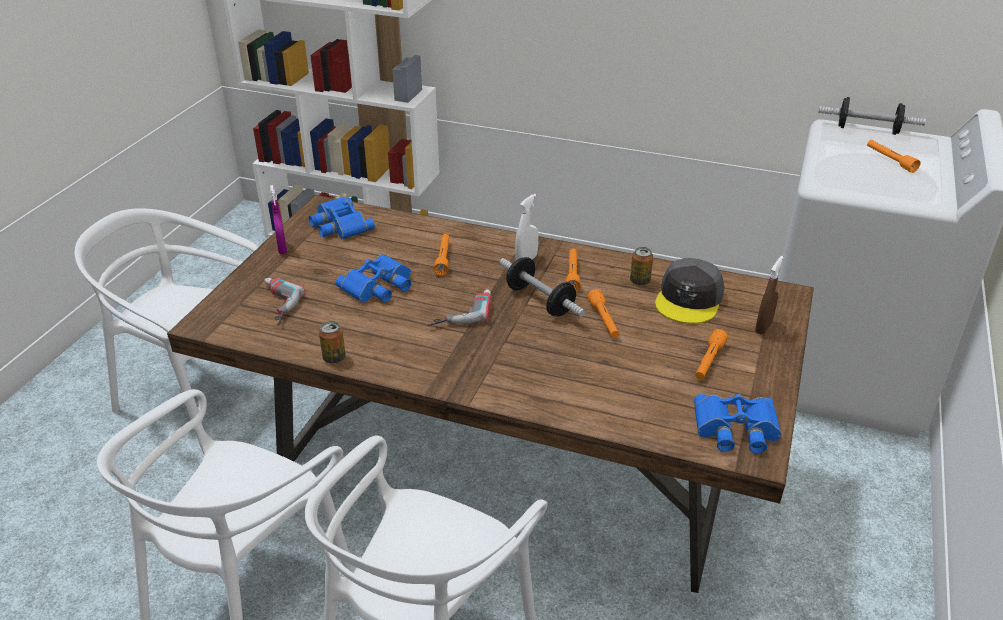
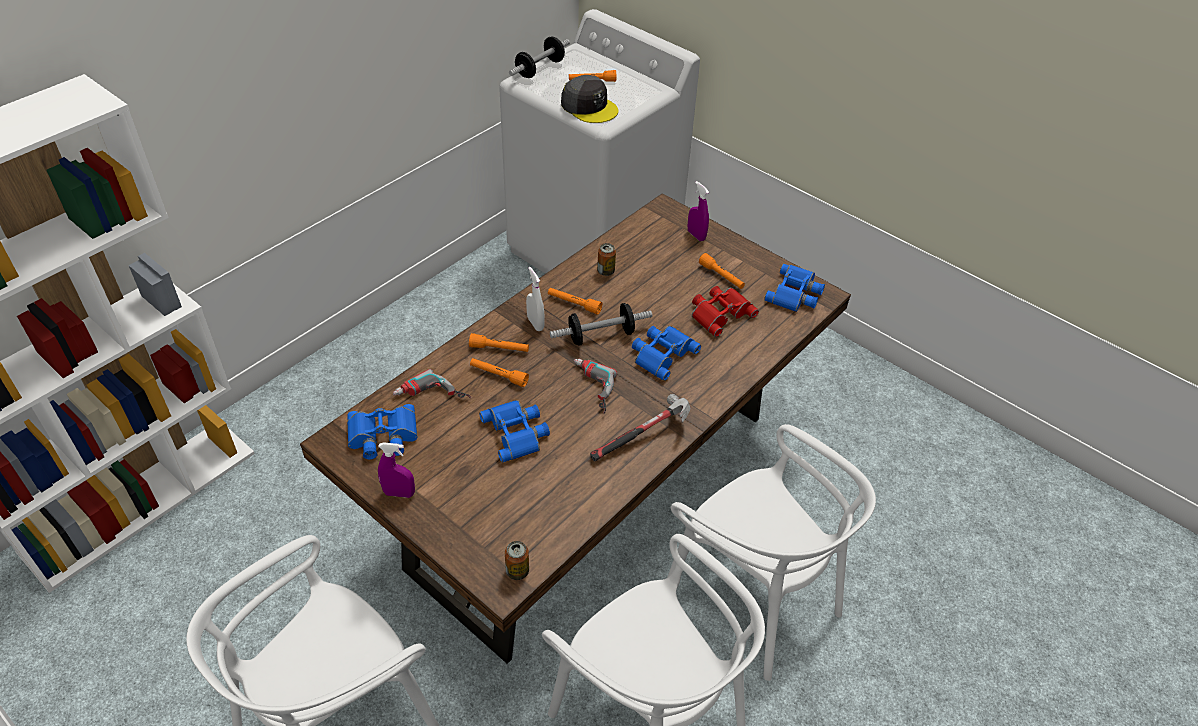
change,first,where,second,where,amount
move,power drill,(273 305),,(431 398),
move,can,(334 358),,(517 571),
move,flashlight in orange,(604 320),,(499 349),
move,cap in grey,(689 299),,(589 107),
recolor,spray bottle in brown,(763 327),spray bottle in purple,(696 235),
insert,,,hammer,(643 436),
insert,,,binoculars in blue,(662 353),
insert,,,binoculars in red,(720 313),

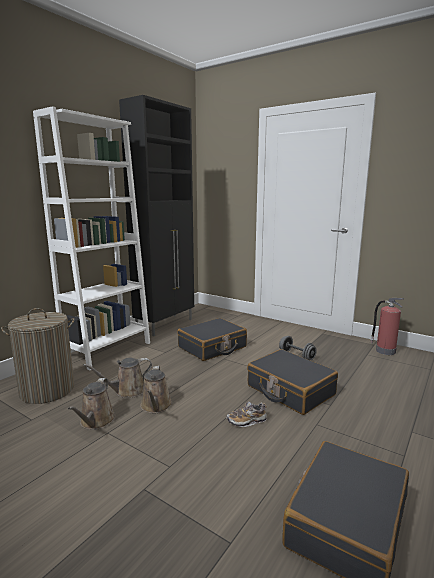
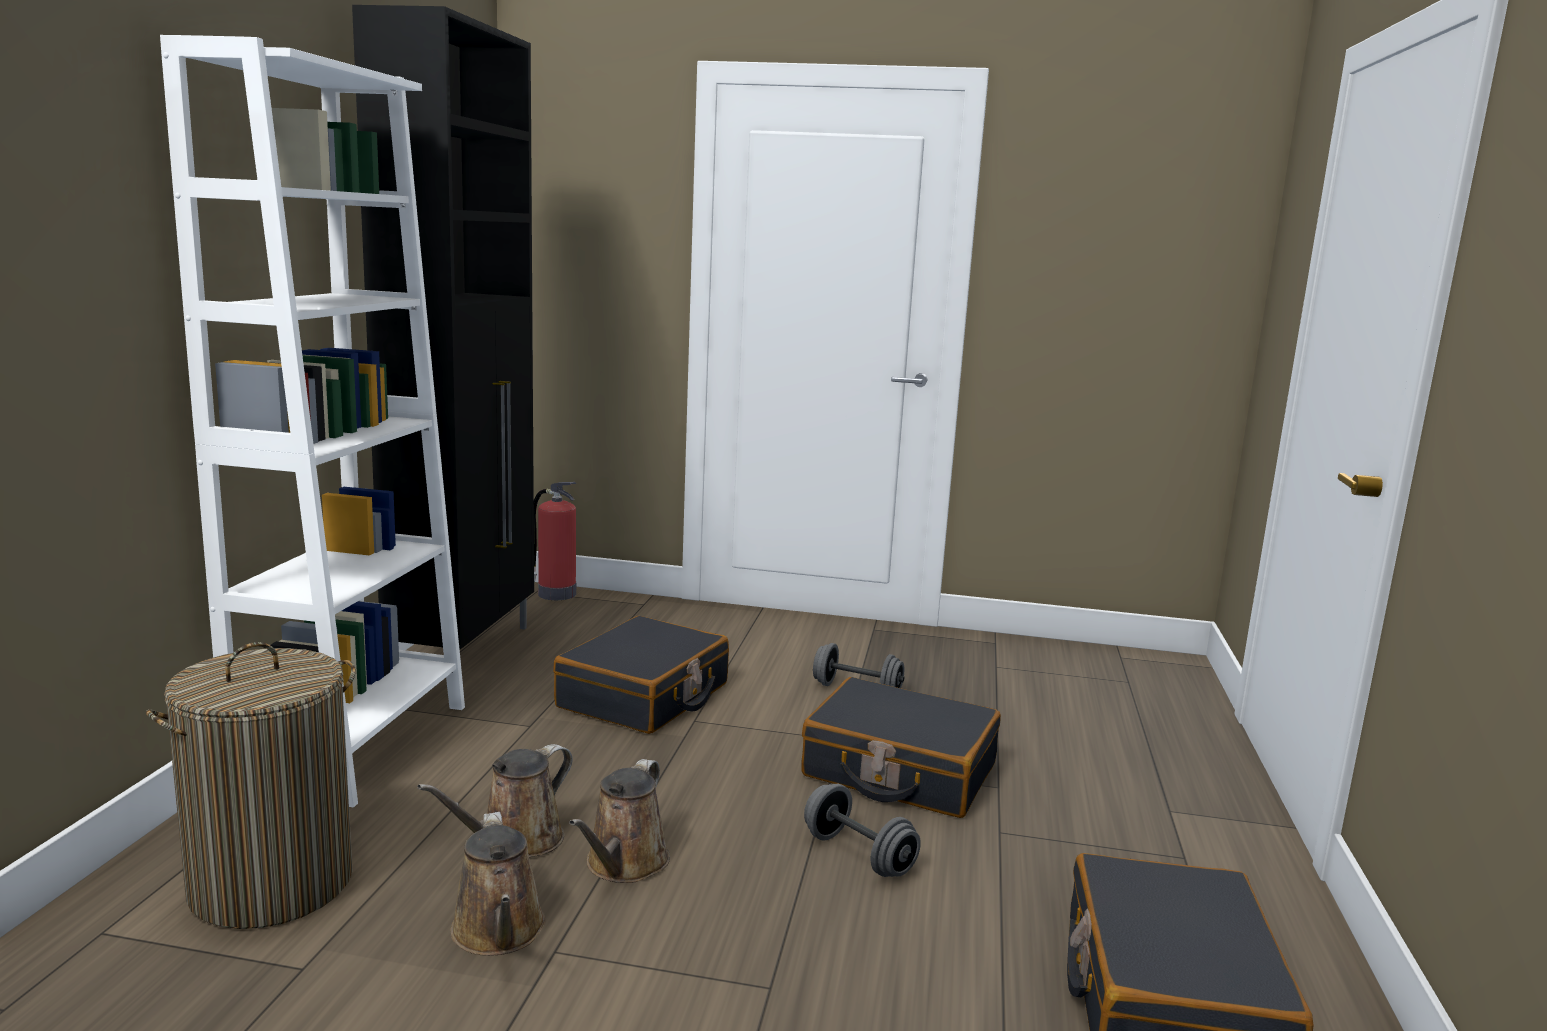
change,first,where,second,where,amount
rotate,watering can in brown,(156 406),,(623 865),45 degrees clockwise
replace,shoe,(246 421),dumbbell in grey,(858 855),
move,fire extinguisher,(384 350),,(555 593),

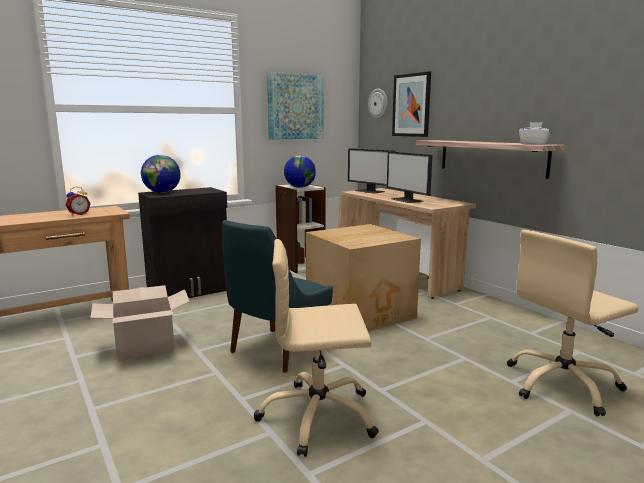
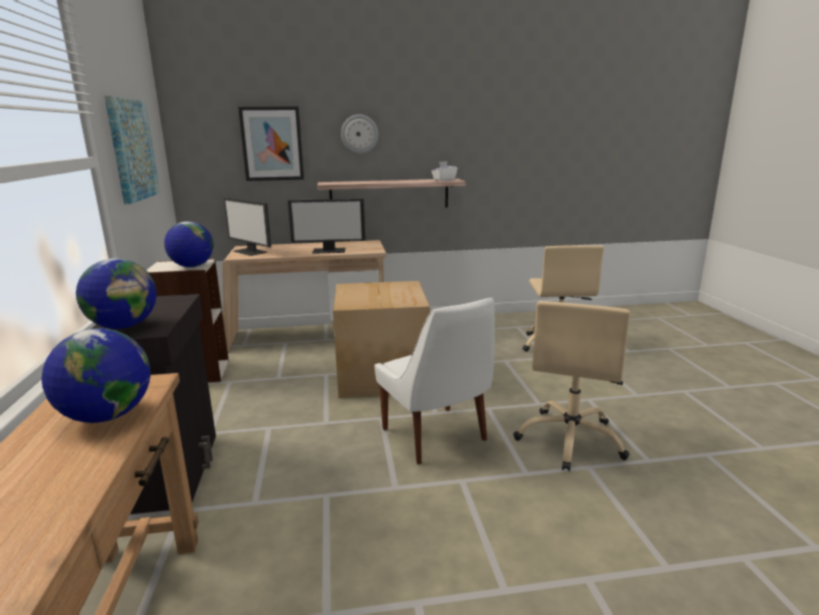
change,first,where,second,where,amount
replace,alarm clock,(78 214),globe,(107 416),
delete,cardboard box,(145 346),,,
recolor,chair in blue,(275 351),chair in white,(436 436),
rotate,monitor,(370 191),,(251 251),60 degrees clockwise
move,wall clock,(378 104),,(359 134),

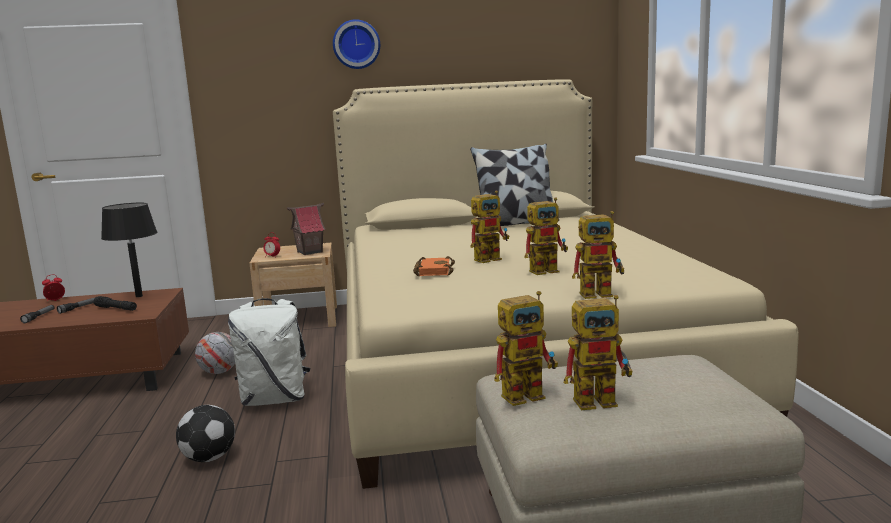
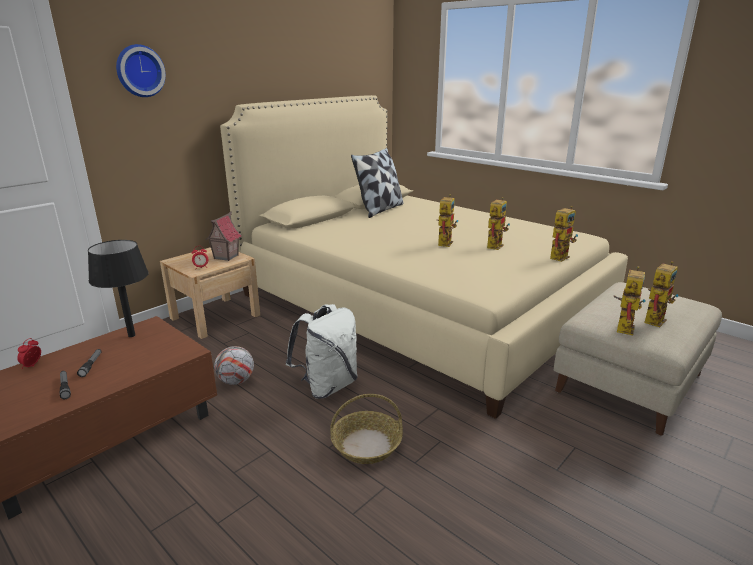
change,first,where,second,where,amount
delete,flashlight in black,(116 309),,,
replace,football,(210 458),basket,(367 445),
move,wall clock,(356 44),,(139 71),
delete,book in orange,(433 271),,,

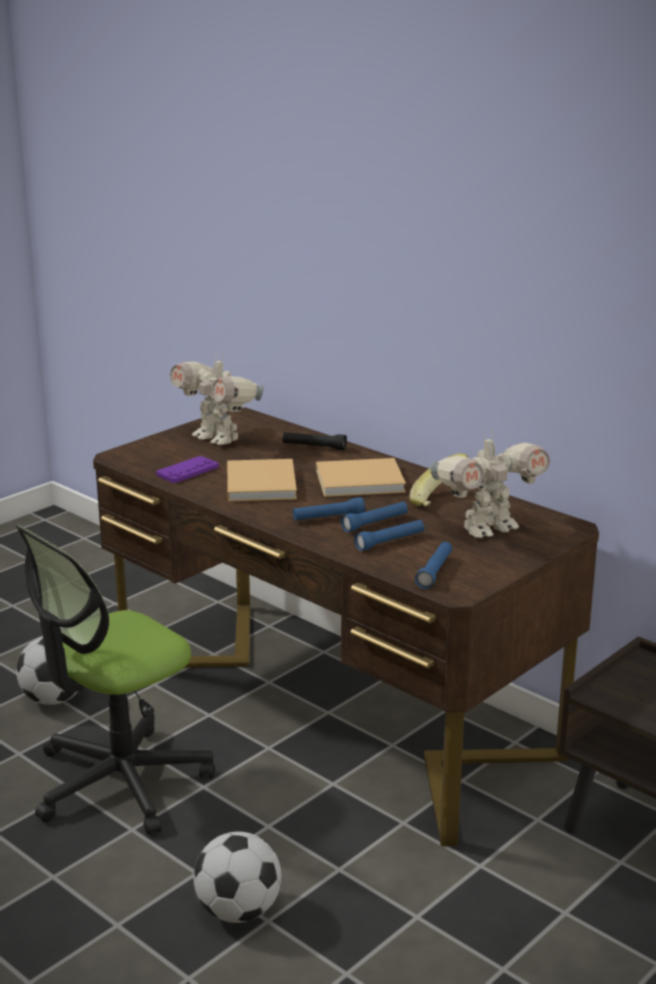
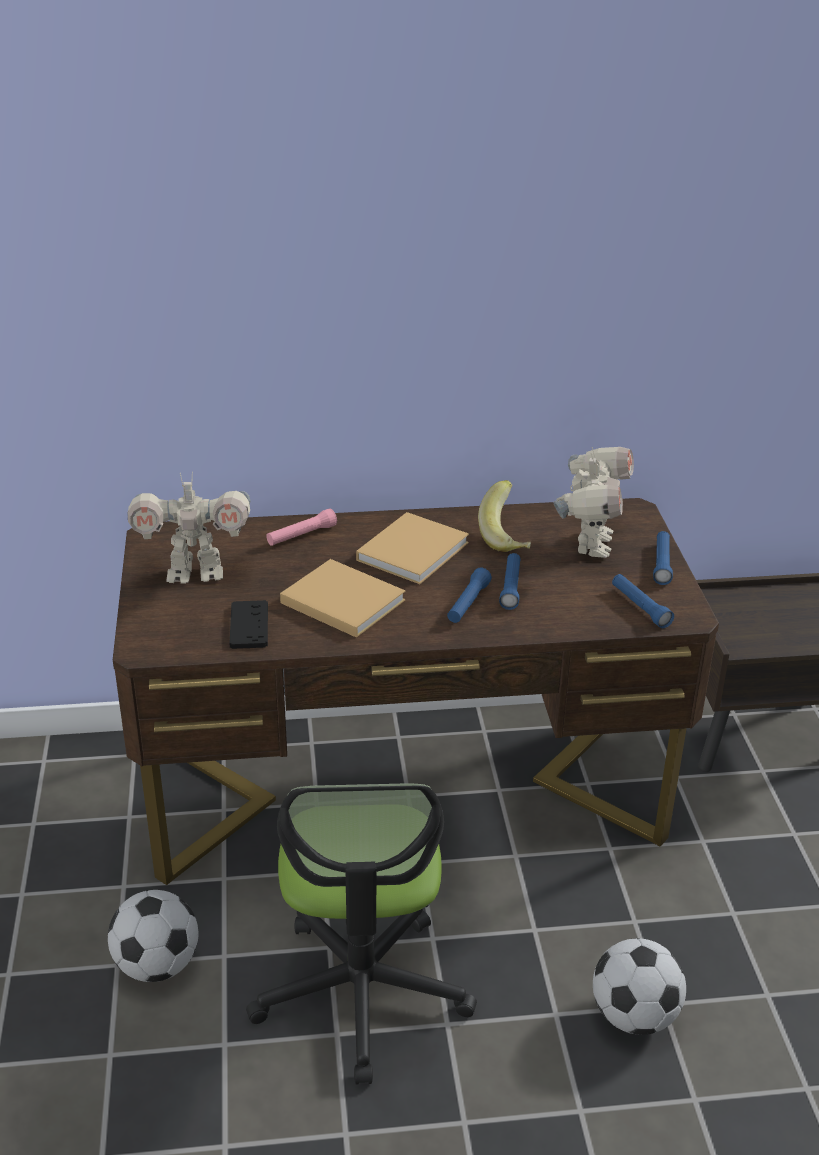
change,first,where,second,where,amount
recolor,game controller in purple,(187 471),game controller in black,(249 626),
recolor,flashlight in black,(314 447),flashlight in pink,(301 535),
move,flashlight in blue,(390 542),,(662 564),

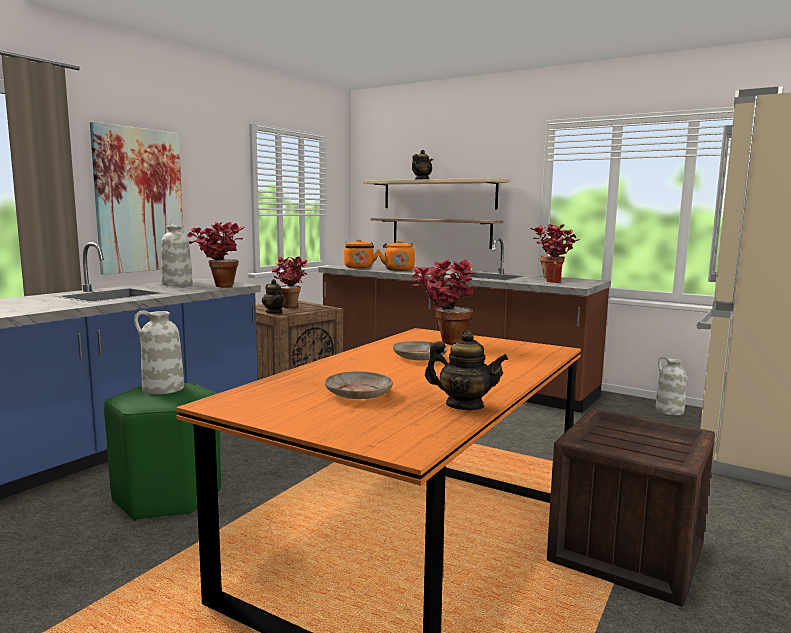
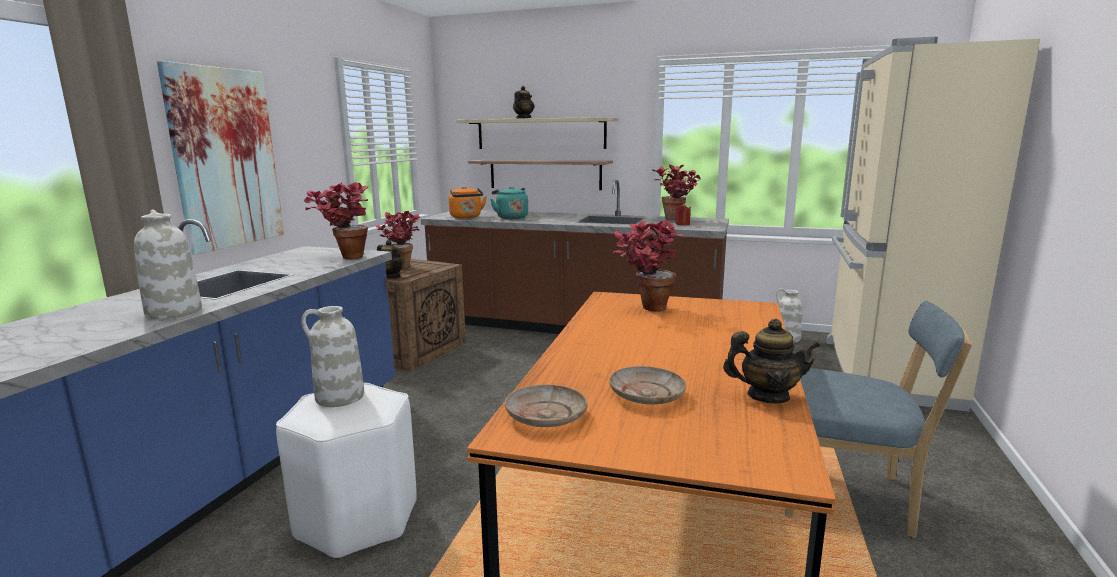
change,first,where,second,where,amount
recolor,stool in green,(168 496),stool in white,(357 518),
move,vase in white,(176 284),,(173 312),
recolor,kettle in orange,(398 270),kettle in turquoise,(511 217),
move,plate in beige,(419 357),,(545 416),
replace,crate,(626 553),chair in blue,(850 498),

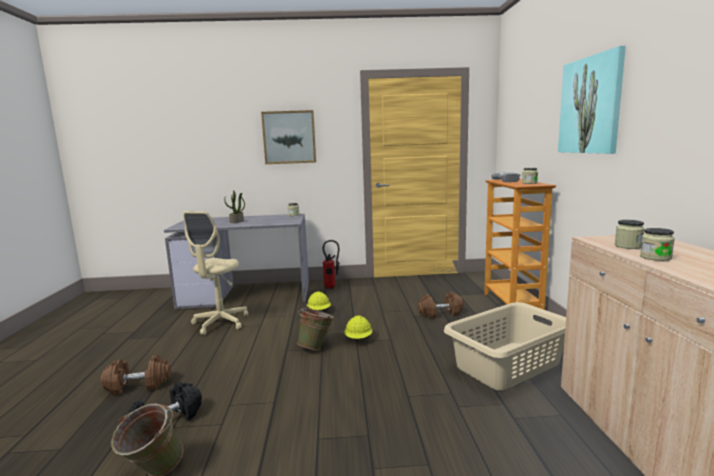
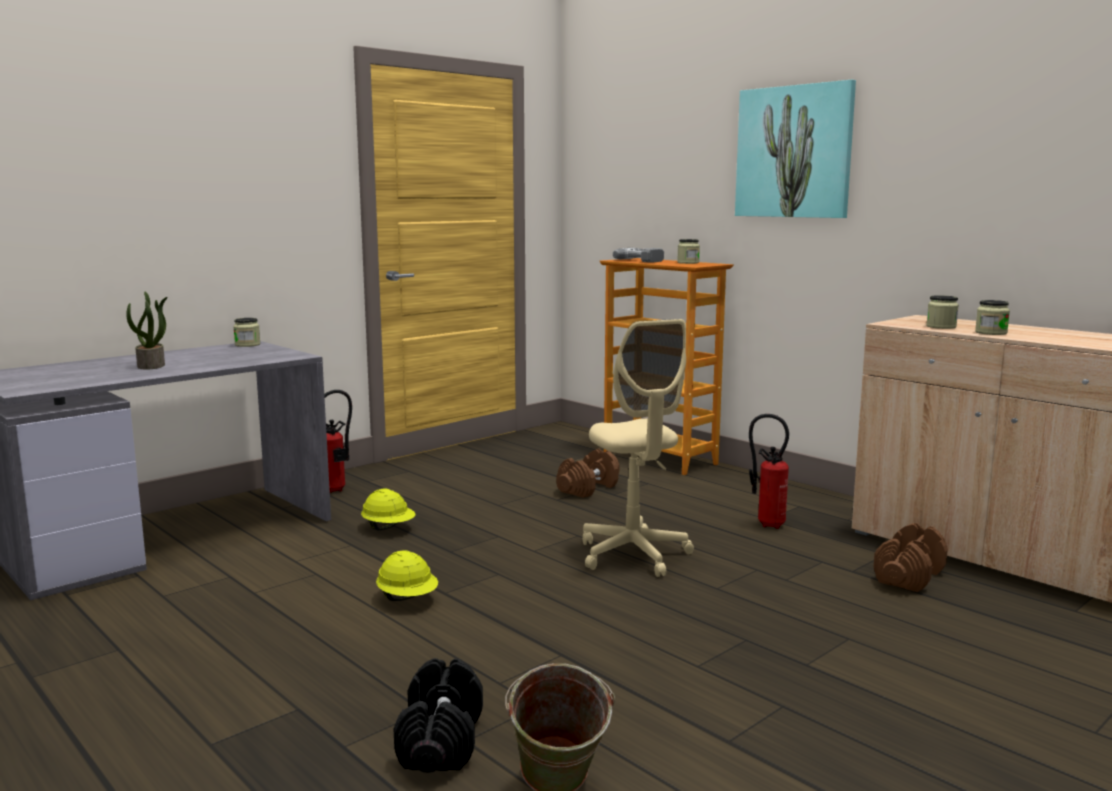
change,first,where,second,where,amount
move,dumbbell in brown,(138 385),,(908 576),
move,office chair in beige,(220 323),,(633 555),
delete,picture,(289 137),,,
delete,bucket in green,(317 347),,,
move,hard hat in yellow,(358 339),,(408 599),
replace,laundry basket in beige,(509 365),fire extinguisher,(766 524),

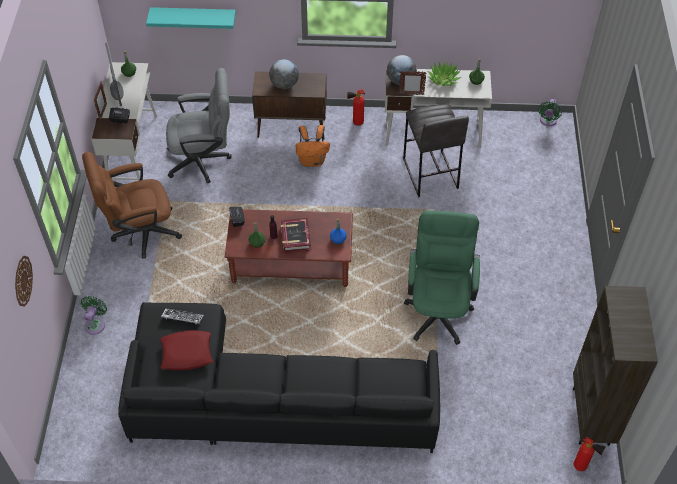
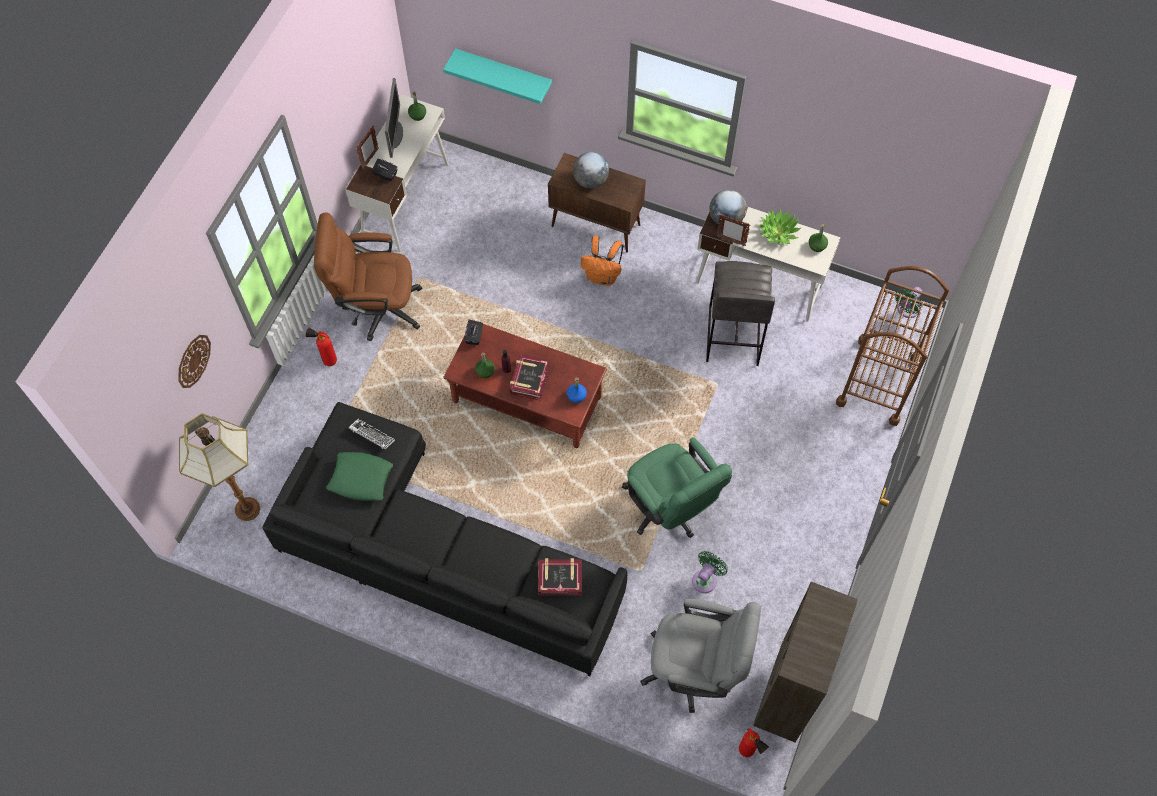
change,first,where,second,where,amount
move,fan in green,(96 324),,(706 579),
recolor,pillow in red,(186 353),pillow in green,(360 479),
move,office chair in grey,(204 160),,(695 670),
move,fire extinguisher,(355 123),,(327 360),
rotate,office chair in green,(438 309),,(669 509),120 degrees clockwise
insert,,,floor lamp,(247 510),
insert,,,book,(560 579),
insert,,,cart in brown,(878 381),

